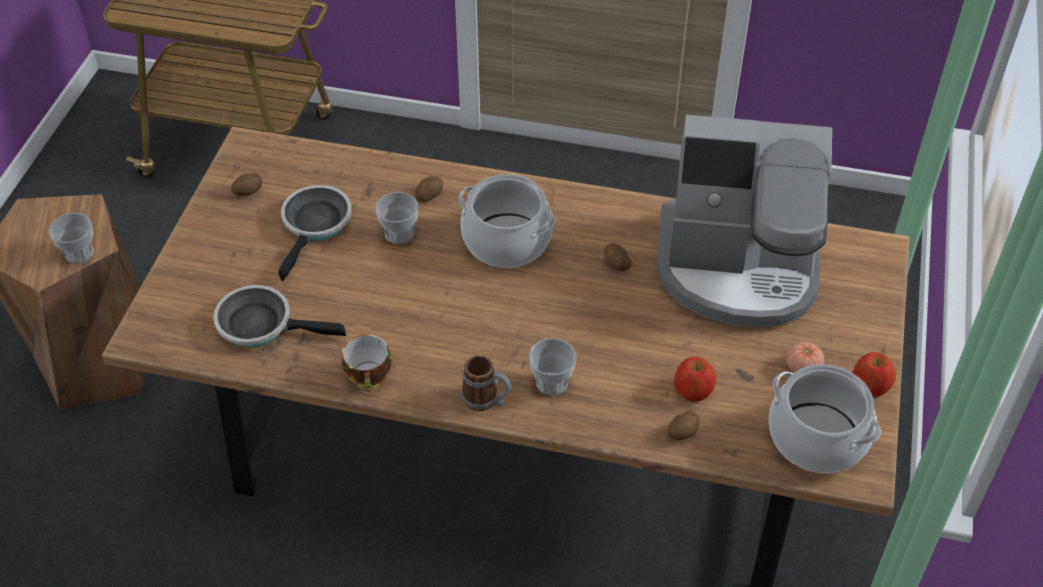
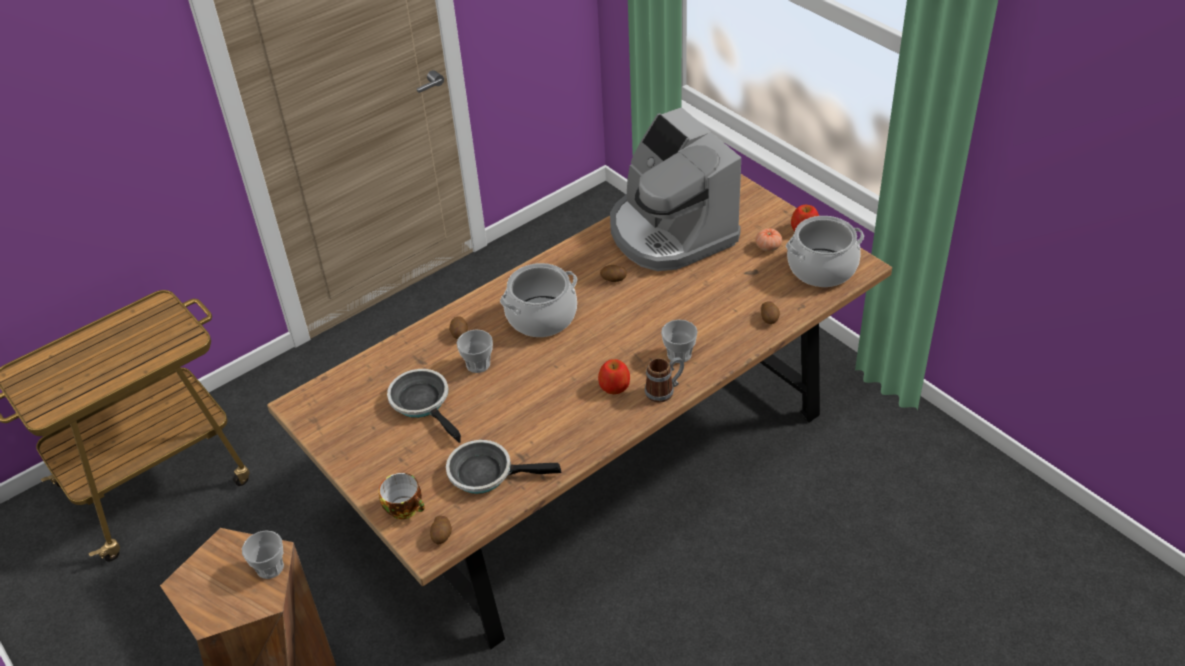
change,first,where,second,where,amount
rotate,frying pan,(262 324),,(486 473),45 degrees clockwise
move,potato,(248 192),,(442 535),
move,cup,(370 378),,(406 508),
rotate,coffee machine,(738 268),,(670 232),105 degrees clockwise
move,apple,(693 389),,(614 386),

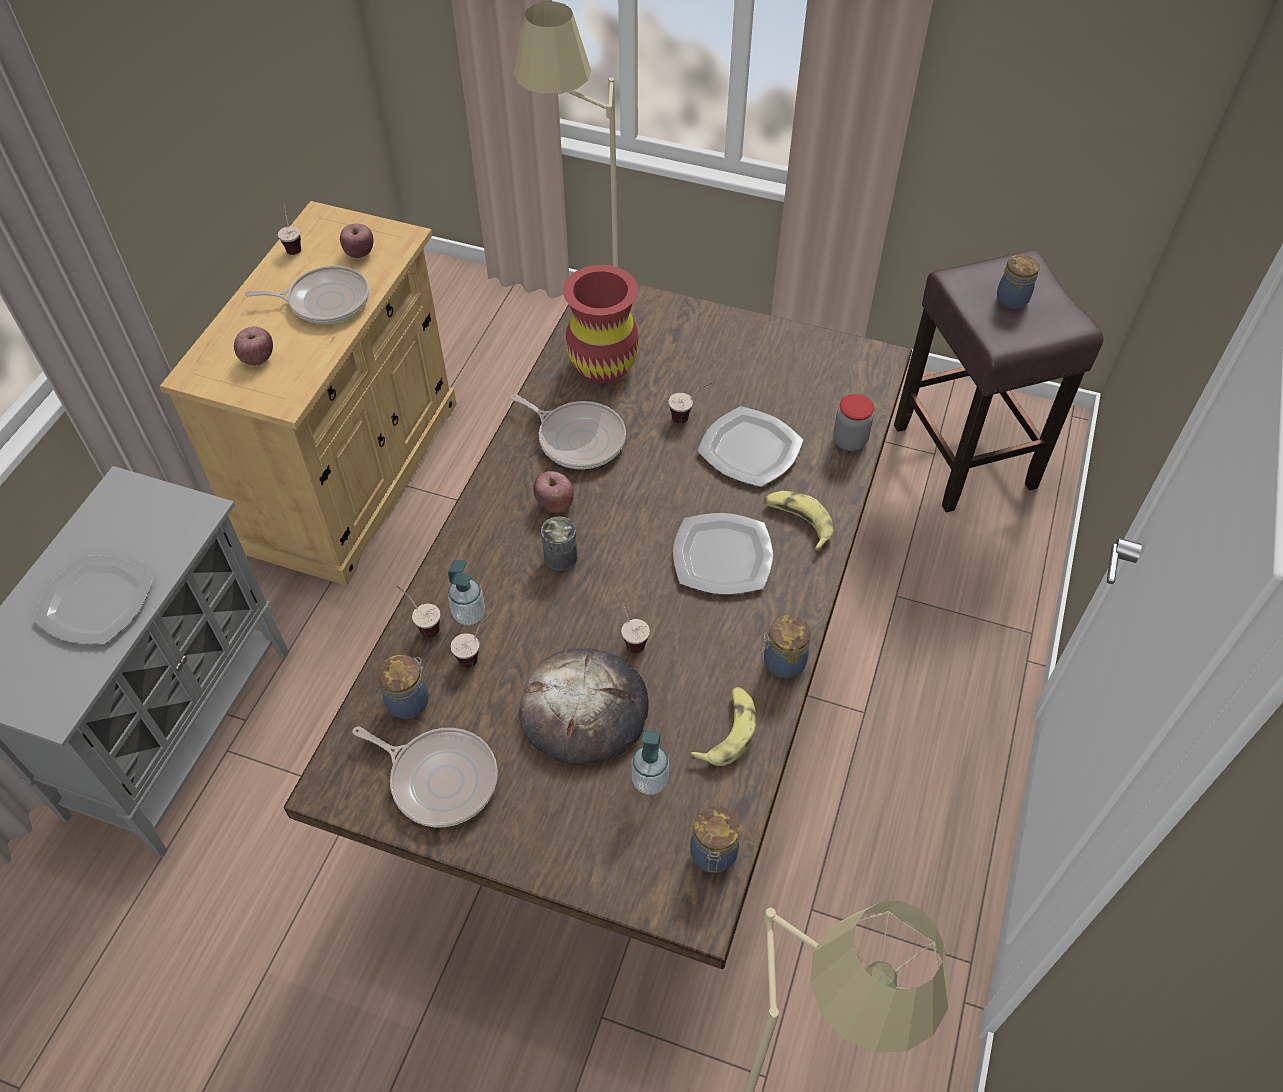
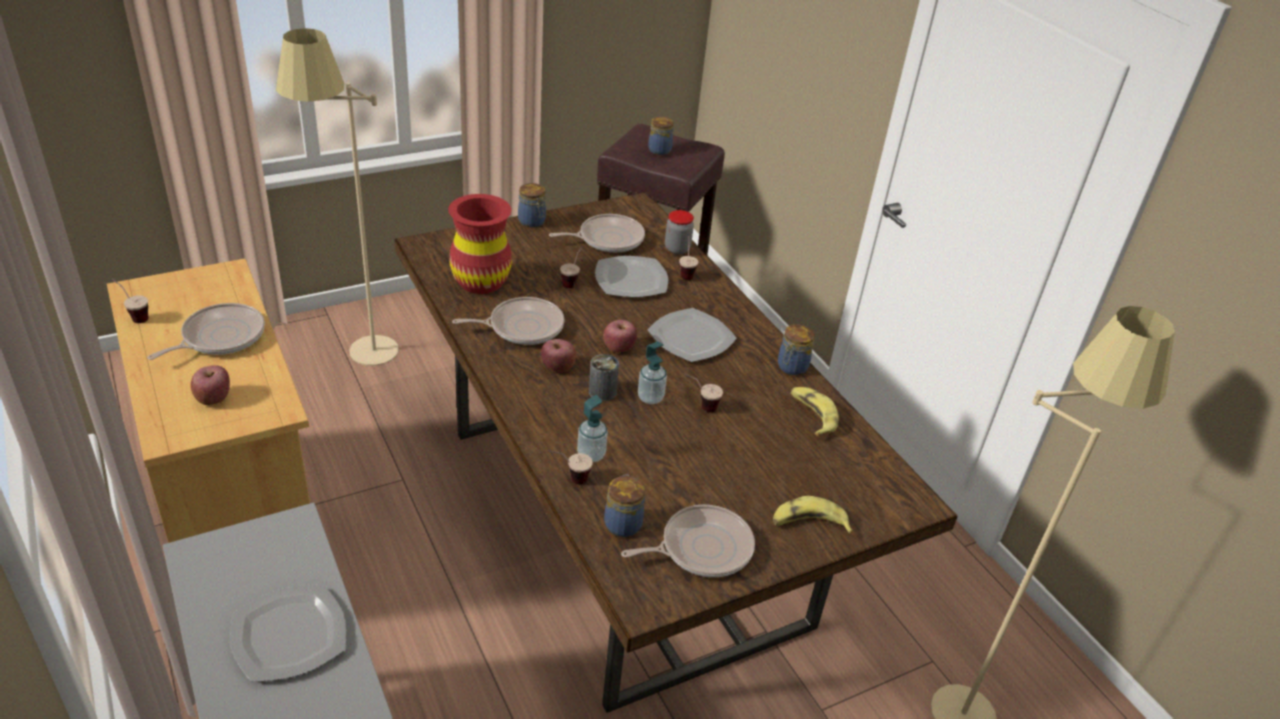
change,first,where,second,where,amount
move,apple,(360 253),,(619 348),
move,cup,(477 653),,(686 272),
delete,bread,(585 709),,,
move,soap dispenser,(650 781),,(650 398),
move,jar,(713 855),,(532 222),
move,banana,(798 522),,(808 523),
insert,,,frying pan,(607 239),

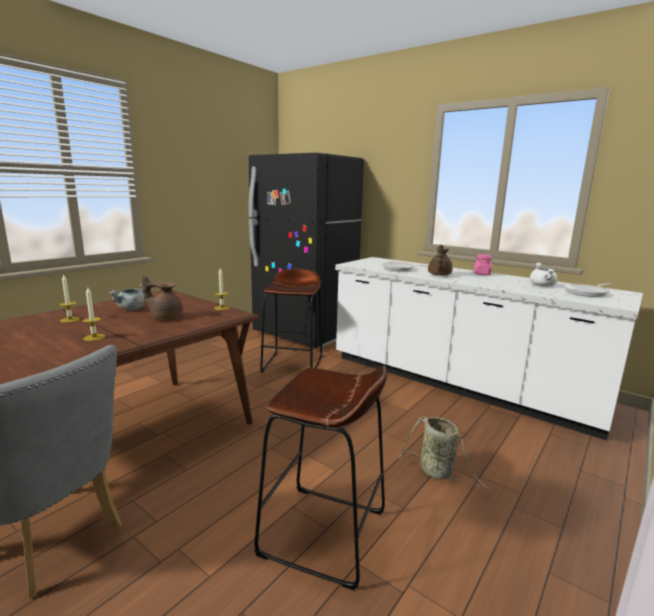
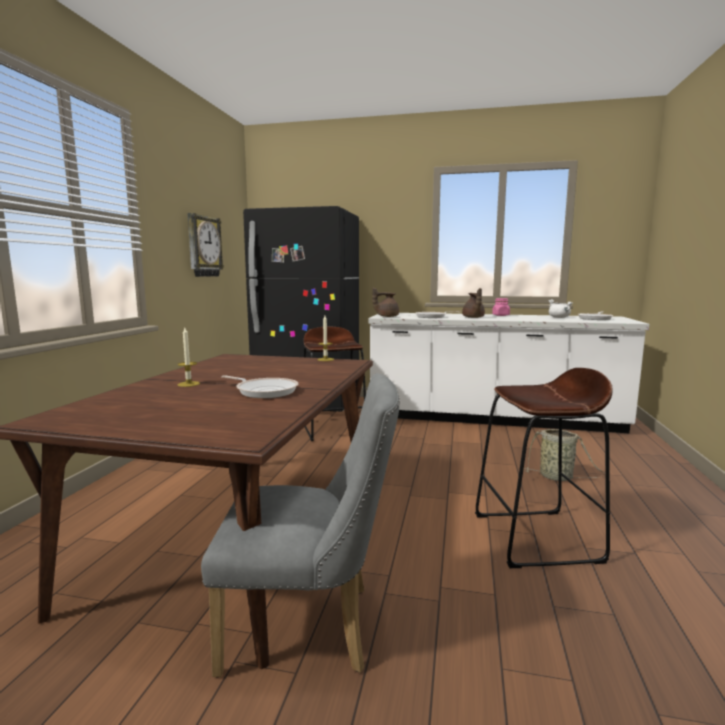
change,first,where,second,where,amount
replace,candle,(94 337),frying pan,(265 391),
delete,cooking pot in grey,(131 309),,,
move,teapot in brown,(165 317),,(386 316),
insert,,,wall clock,(203 246),

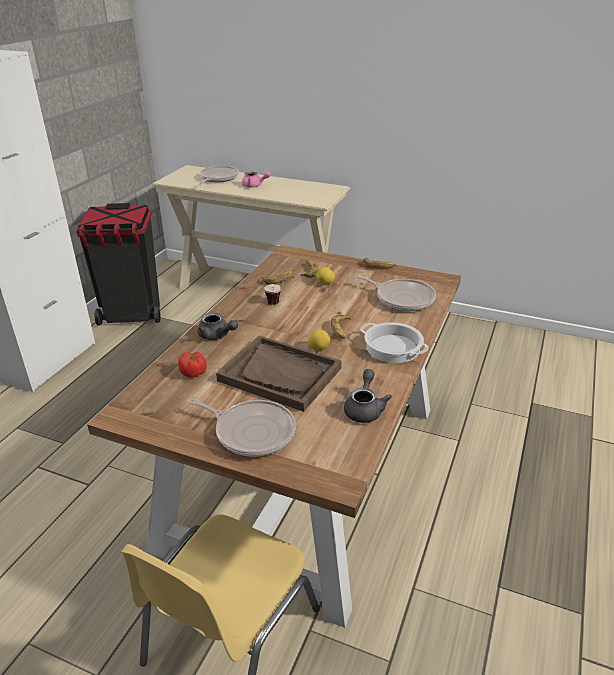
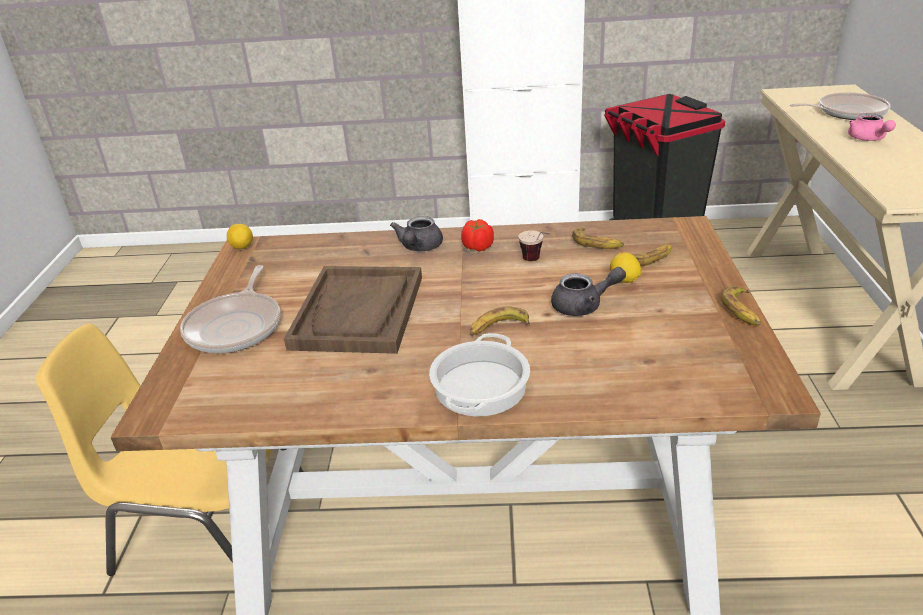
change,first,where,second,where,amount
move,tomato,(193 373),,(478 247),
move,lemon,(318 348),,(242 247),
move,teapot in grey,(364 409),,(584 306),
delete,frying pan,(402 298),,,

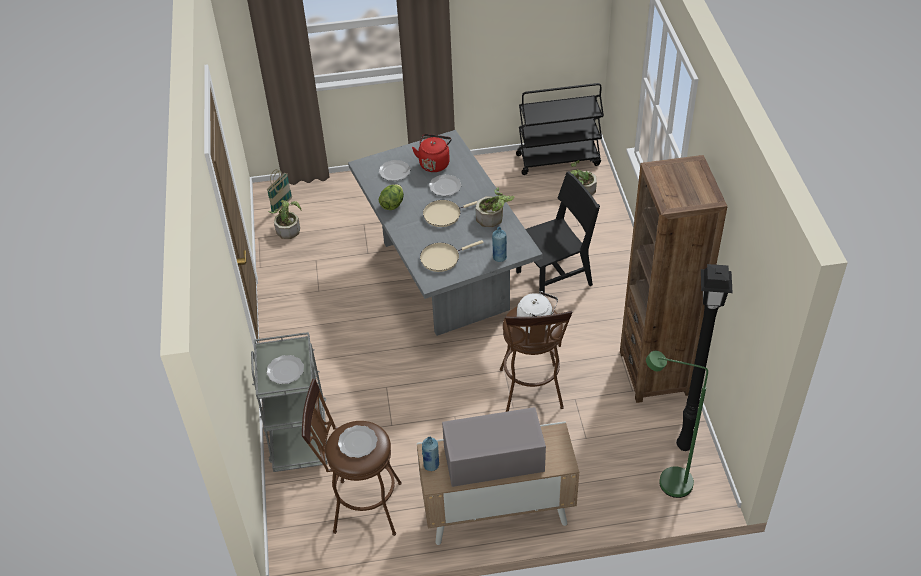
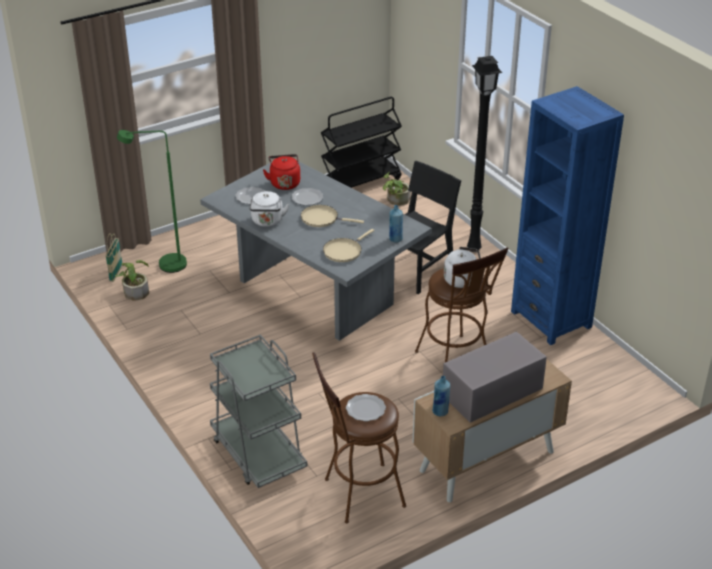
change,first,where,second,where,amount
delete,plate,(285 371),,,
replace,lettuce,(392 204),kettle in white,(267 222),
rotate,frying pan in beige,(444 214),,(322 218),60 degrees clockwise
delete,potted plant,(493 218),,,
recolor,bookcase in brown,(655 373),bookcase in blue,(551 319),
move,floor lamp in green,(666 481),,(164 265),
move,floor lamp in black,(685 446),,(475 249),

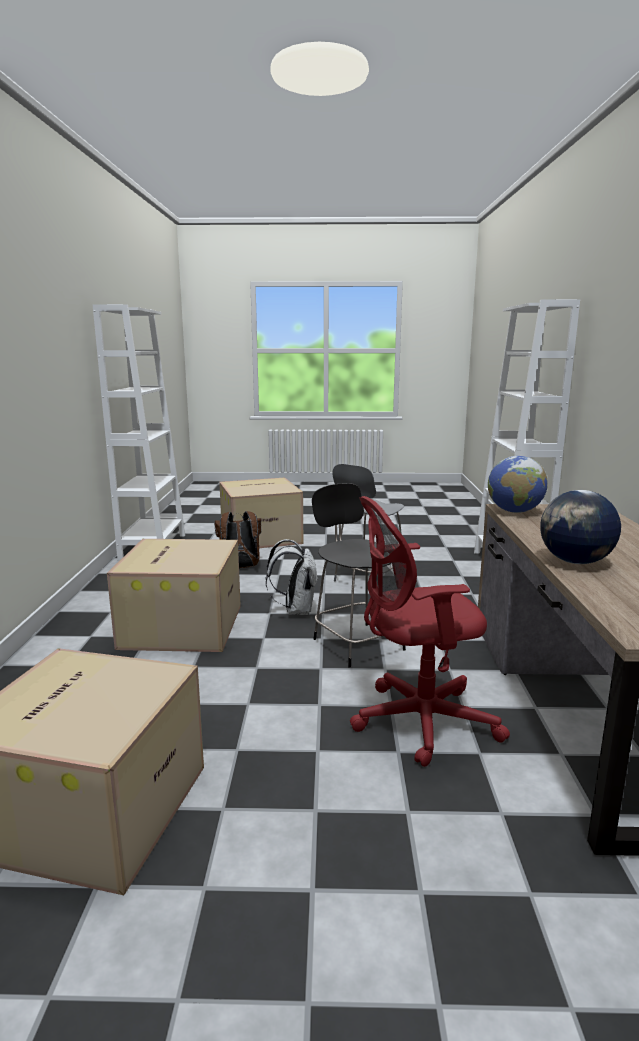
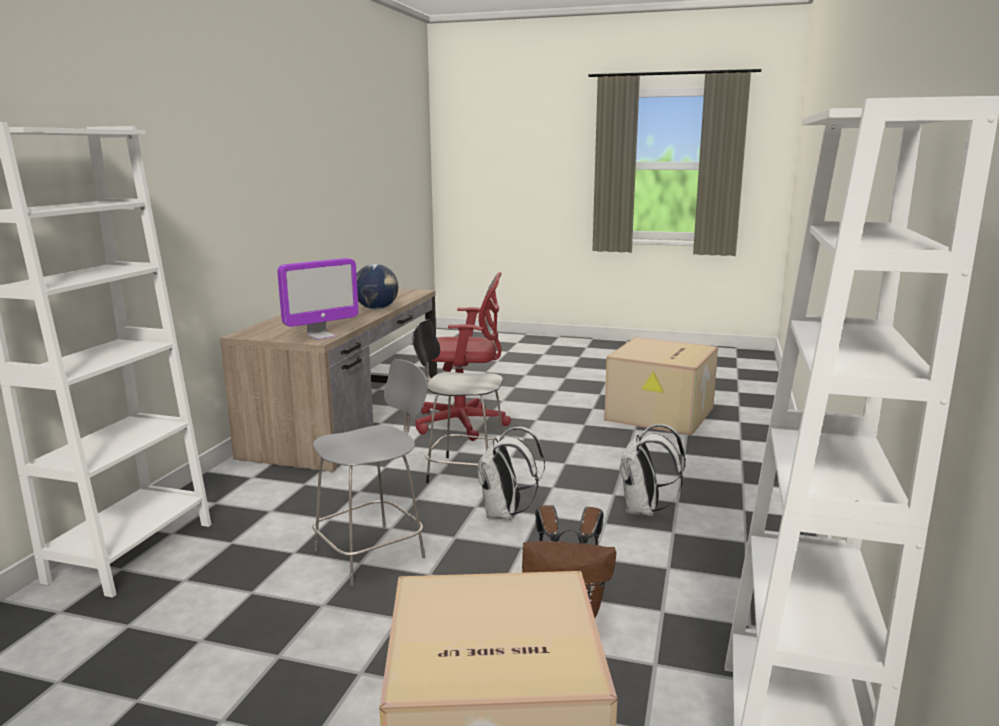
change,first,where,second,where,amount
replace,cardboard box,(181 626),backpack in white,(644 510),
rotate,chair in black,(356 643),,(464 472),120 degrees clockwise
replace,globe,(514 511),monitor,(321 336),

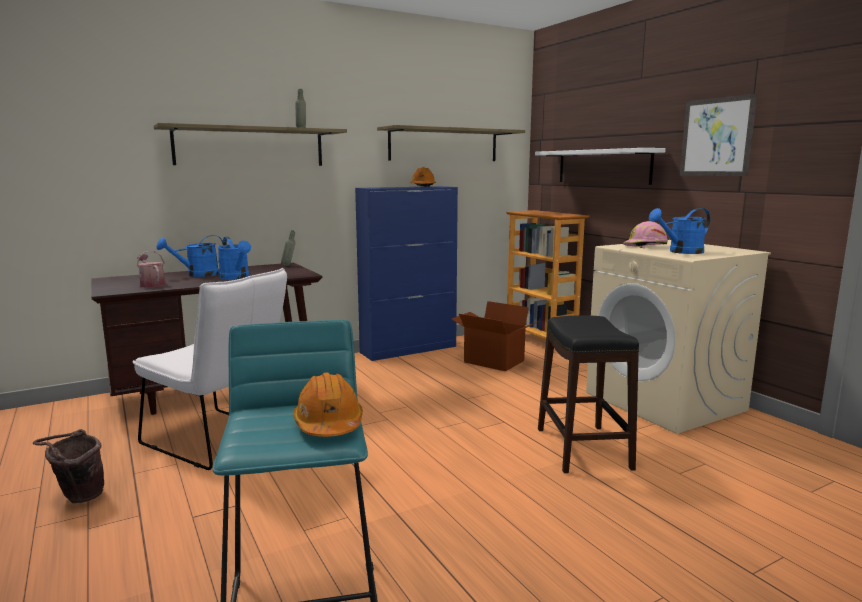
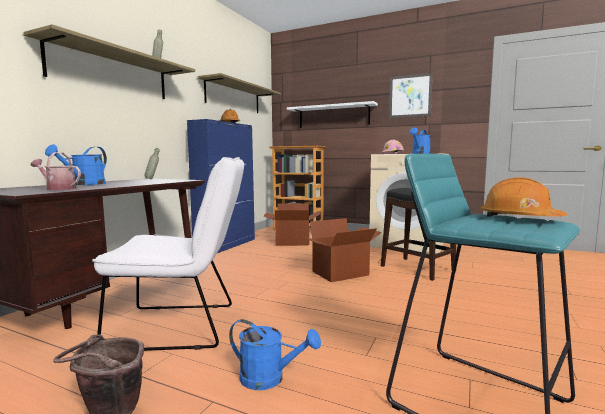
change,first,where,second,where,amount
move,watering can in blue,(236 278),,(270 378),
insert,,,cardboard box,(340 273),

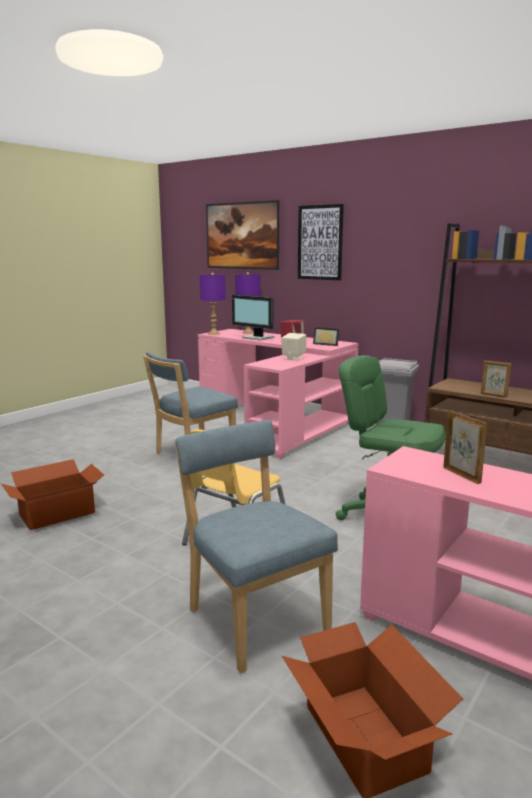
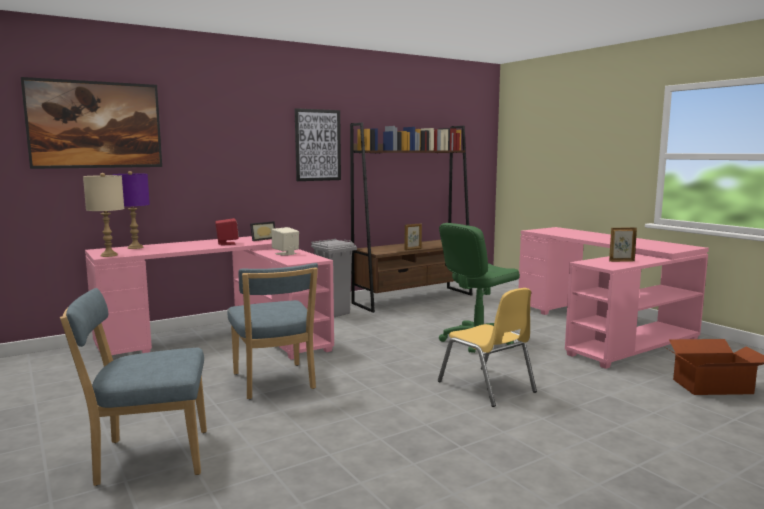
change,first,where,second,where,amount
delete,cardboard box,(58 514),,,
move,chair in blue,(254 618),,(147 457),
recolor,table lamp in purple,(214 333),table lamp in beige,(109 255),
delete,monitor,(257 338),,,
move,picture,(320 242),,(318 145),

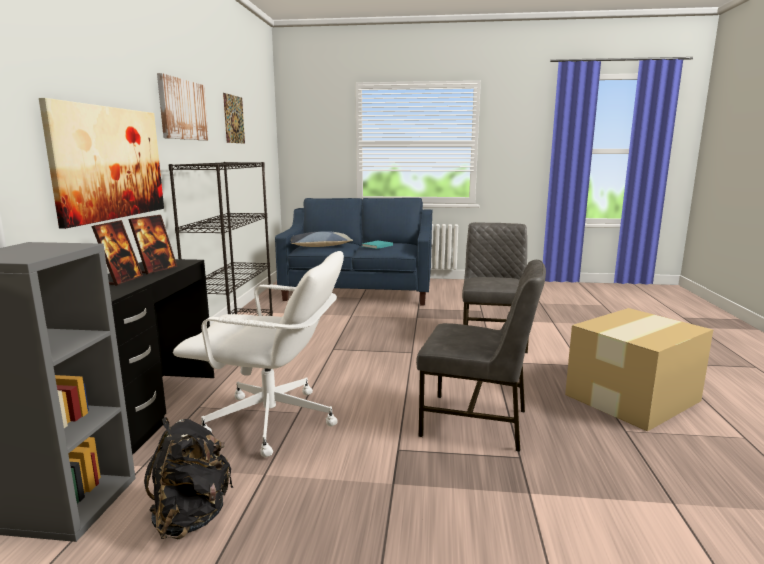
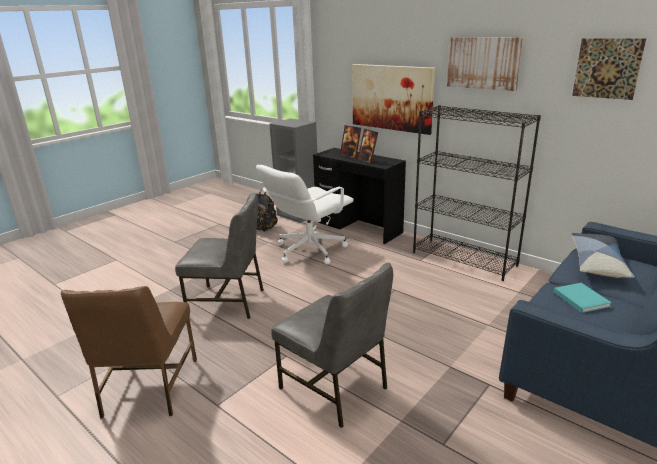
change,first,where,second,where,amount
rotate,chair in grey,(476 422),,(228 302),135 degrees counterclockwise
replace,cardboard box,(634 397),chair in brown,(149 388),

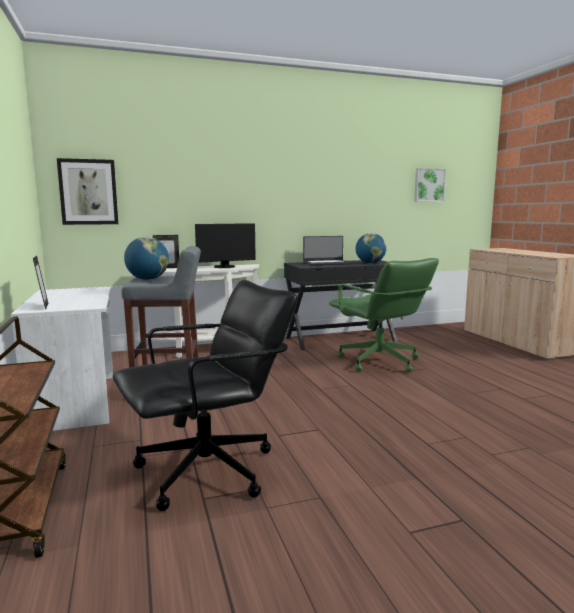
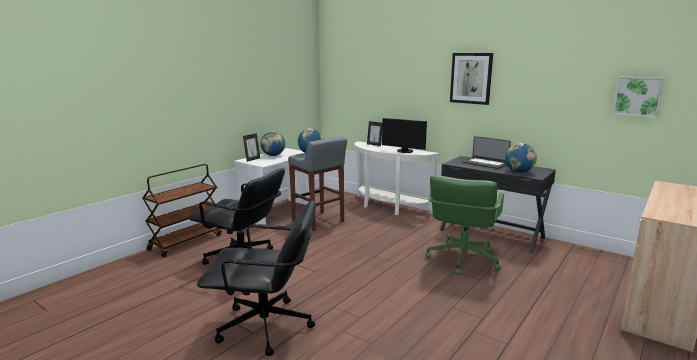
change,first,where,second,where,amount
move,picture,(88 192),,(471 78),
insert,,,office chair in black,(266 327),
insert,,,globe,(273 155),

